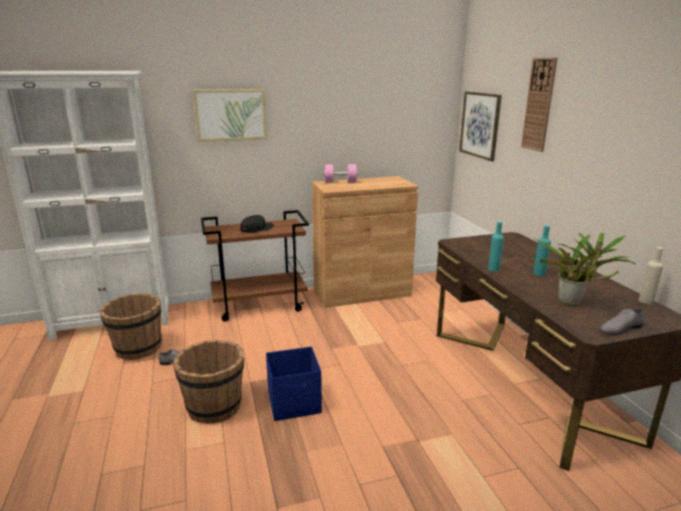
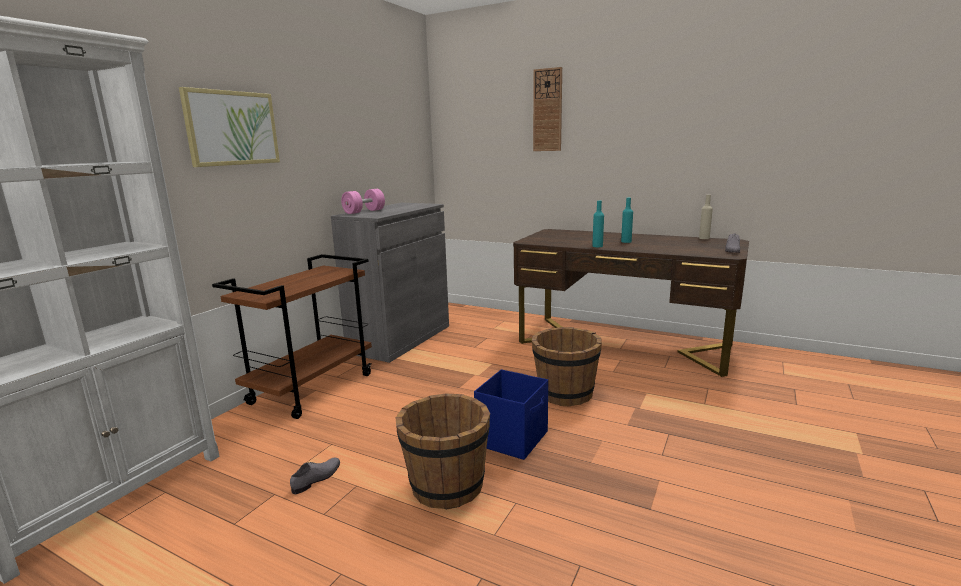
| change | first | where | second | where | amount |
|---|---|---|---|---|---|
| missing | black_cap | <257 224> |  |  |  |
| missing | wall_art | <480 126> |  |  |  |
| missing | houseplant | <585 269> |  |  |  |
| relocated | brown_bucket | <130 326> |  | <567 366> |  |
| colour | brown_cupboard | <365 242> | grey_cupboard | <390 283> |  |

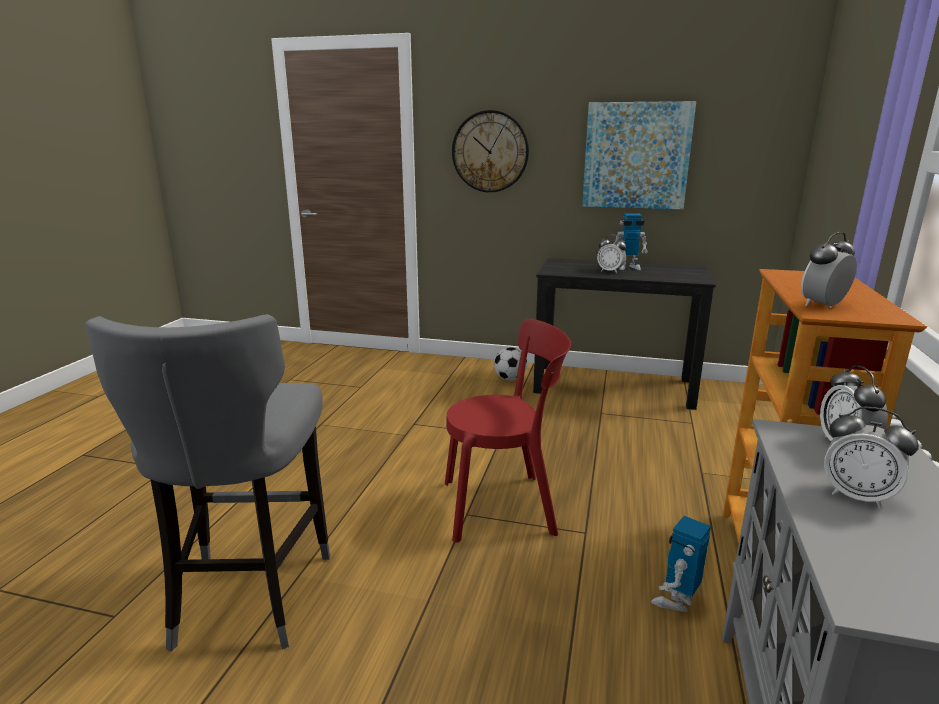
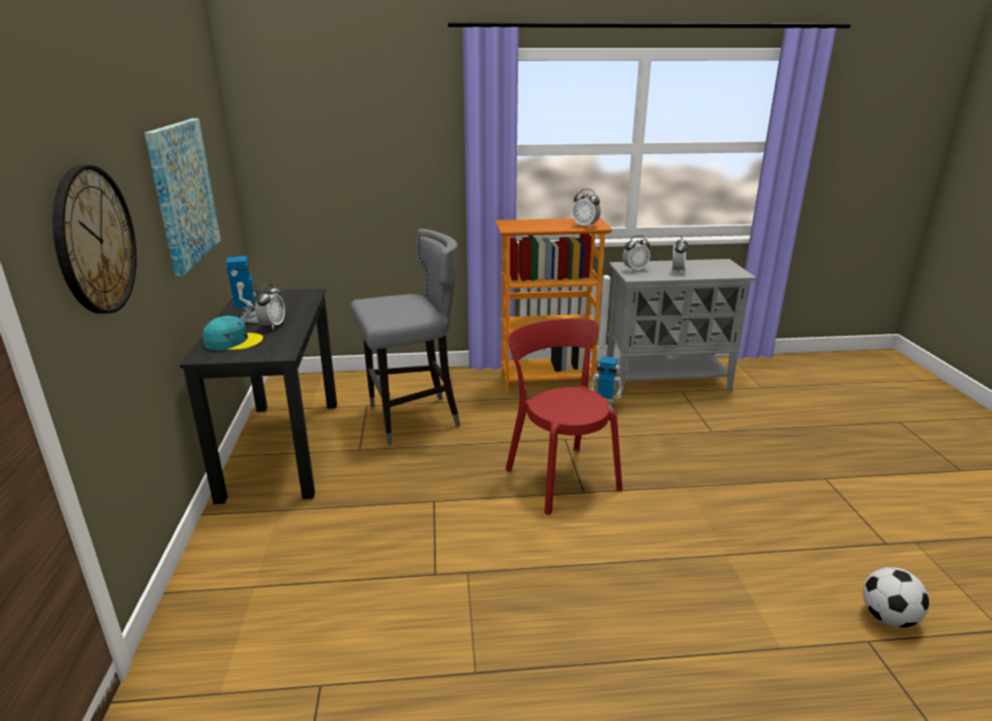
| change | first | where | second | where | amount |
|---|---|---|---|---|---|
| appeared |  |  | blue-green_cap | <233 333> |  |
| relocated | grey_sitting_stool | <208 482> |  | <405 337> |  |
| relocated | ball_for_football | <510 364> |  | <896 597> |  |

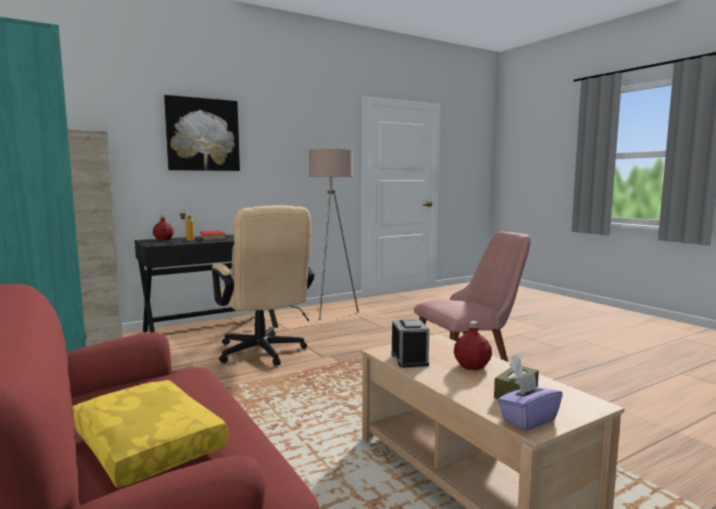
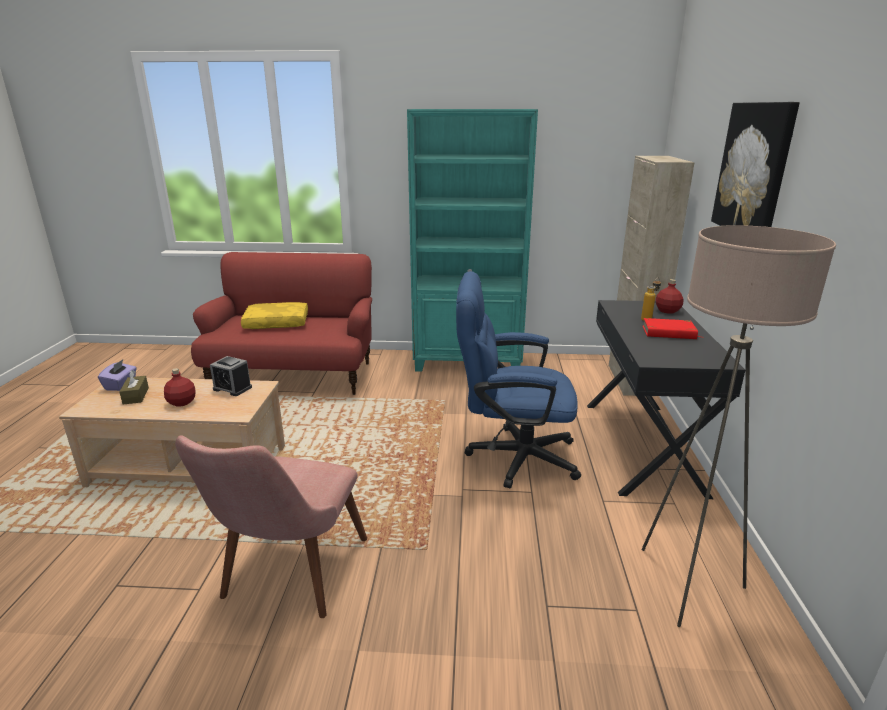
| change | first | where | second | where | amount |
|---|---|---|---|---|---|
| colour | sand-coloured_computer_chair | <263 285> | blue-coloured_computer_chair | <518 380> |  |

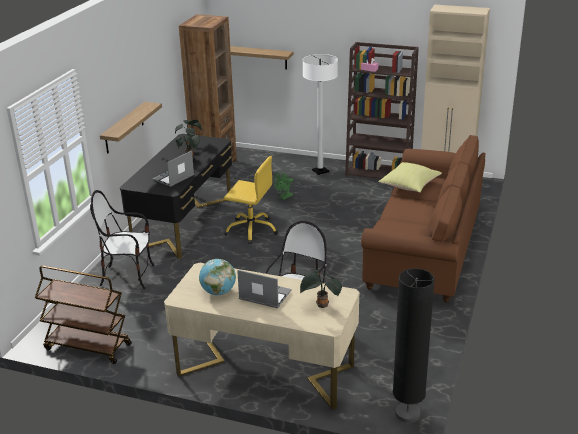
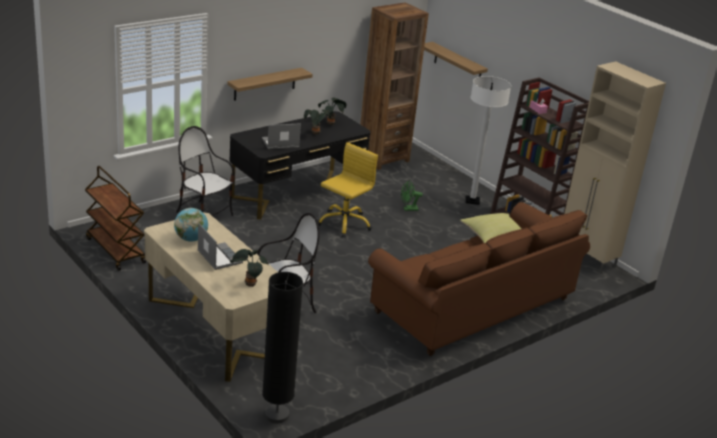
| change | first | where | second | where | amount |
|---|---|---|---|---|---|
| spun | yellow-coloured_computer_chair | <251 200> |  | <348 189> | 105 degrees counterclockwise |

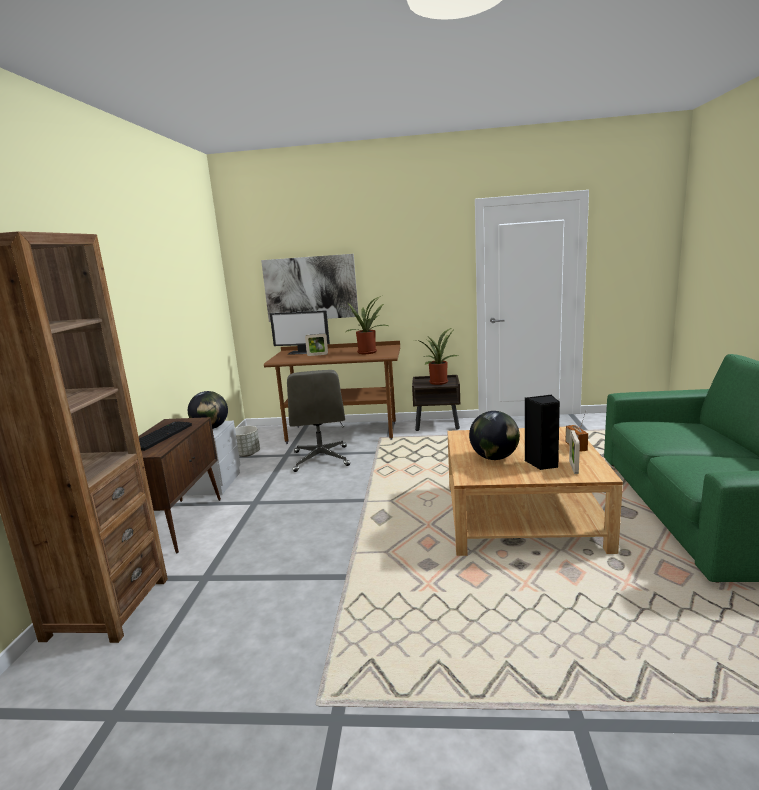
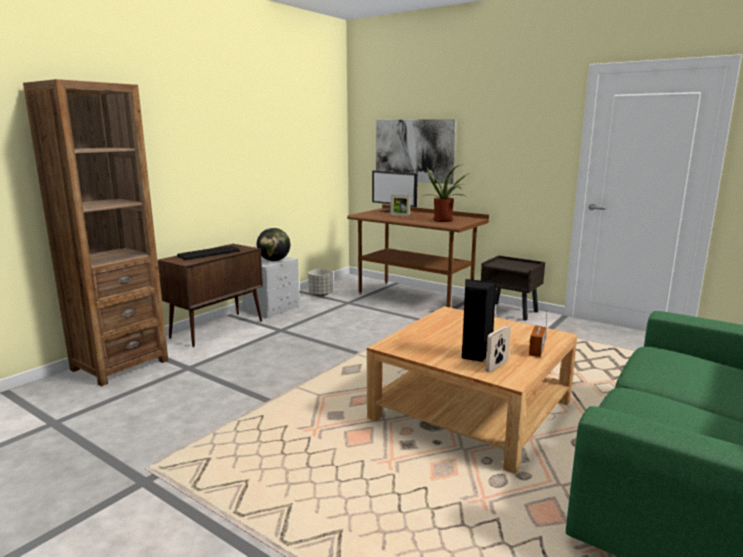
| change | first | where | second | where | amount |
|---|---|---|---|---|---|
| missing | grey_computer_chair | <318 421> |  |  |  |
| missing | houseplant | <437 356> |  |  |  |
| missing | world_globe | <494 435> |  |  |  |

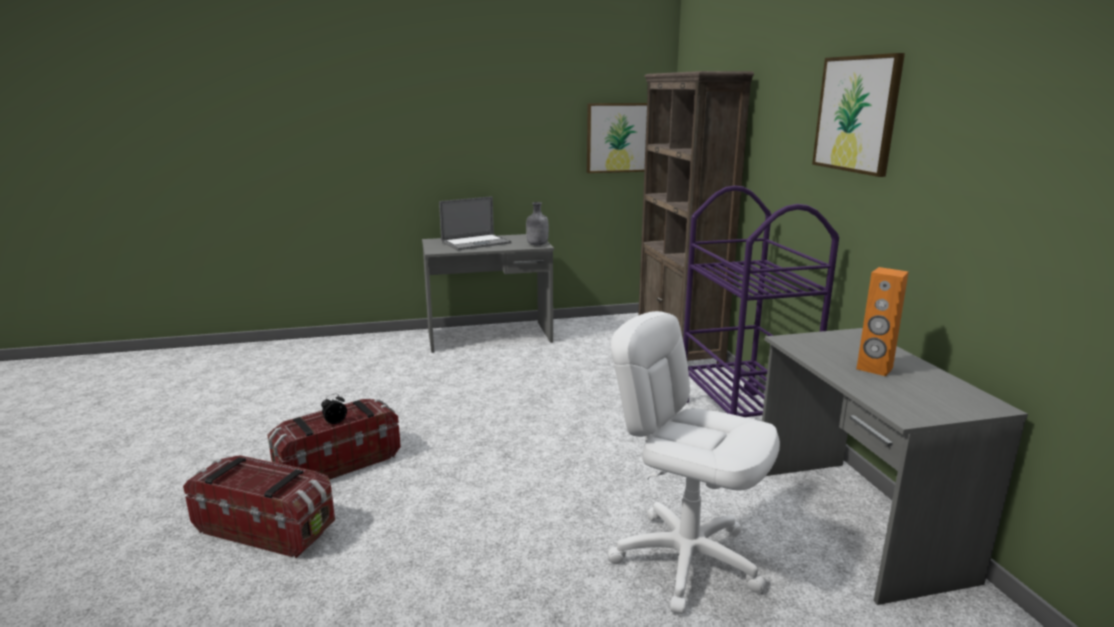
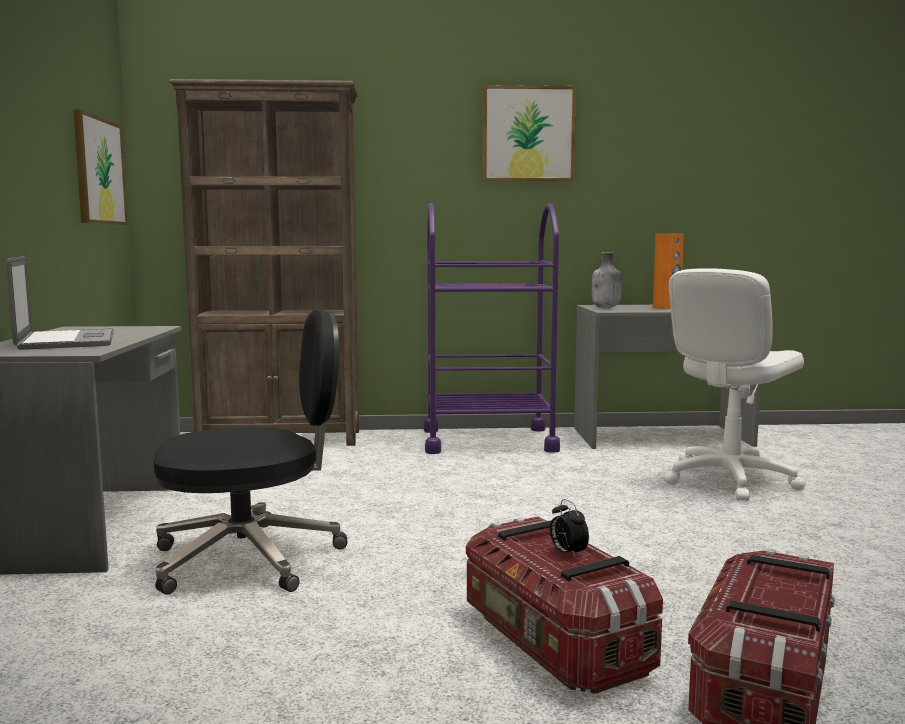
| change | first | where | second | where | amount |
|---|---|---|---|---|---|
| appeared |  |  | black_computer_chair | <250 452> |  |
| relocated | grey_drink_bottle | <537 223> |  | <607 280> |  |

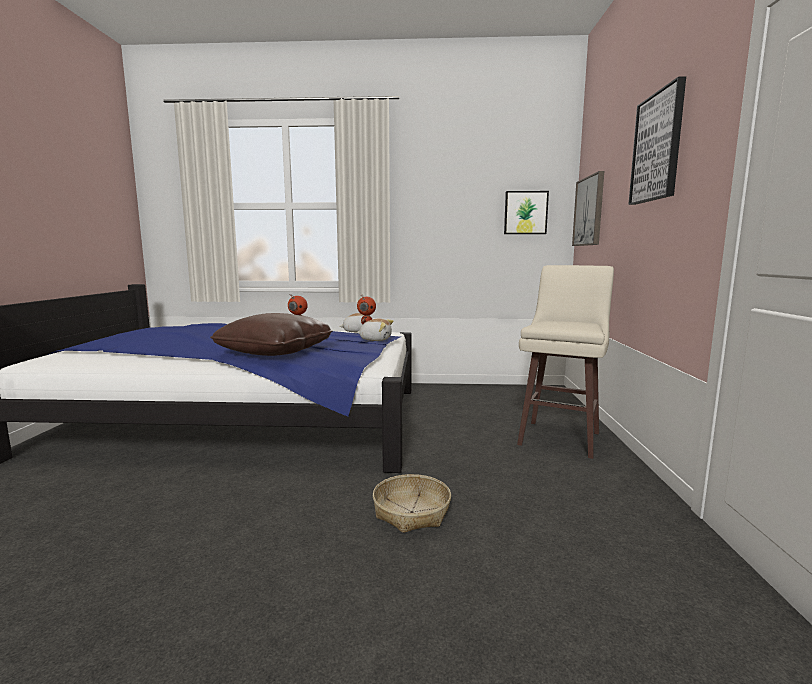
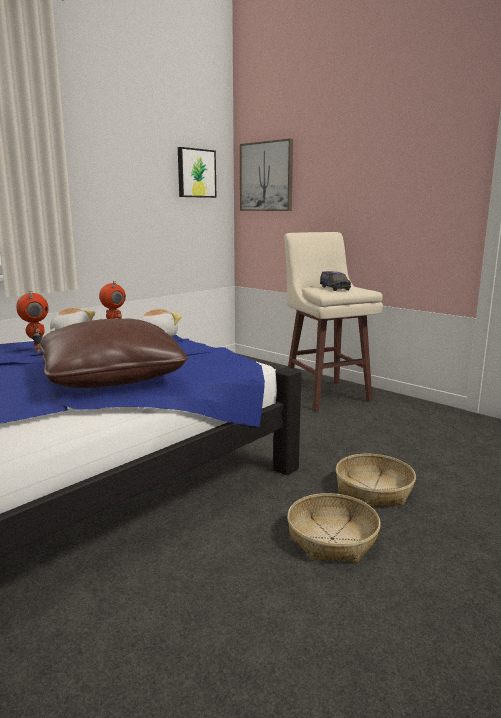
| change | first | where | second | where | amount |
|---|---|---|---|---|---|
| missing | wall_art | <657 140> |  |  |  |
| appeared |  |  | storage_basket | <334 528> |  |
| appeared |  |  | toy_lorry | <335 281> |  |

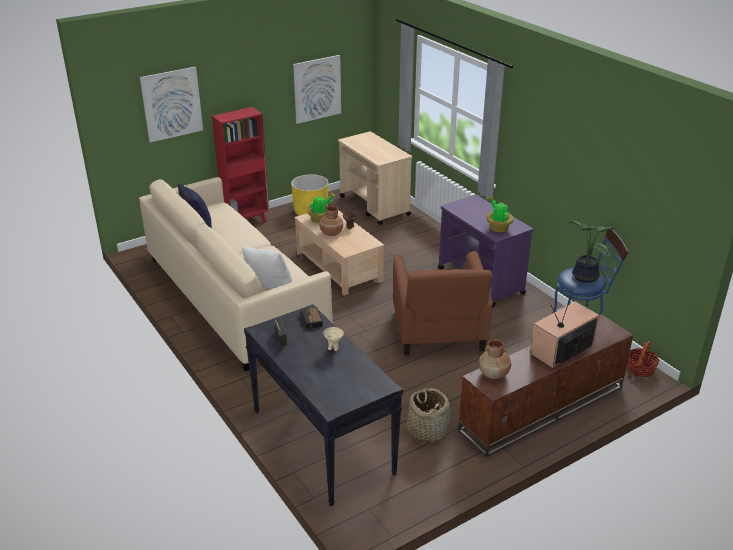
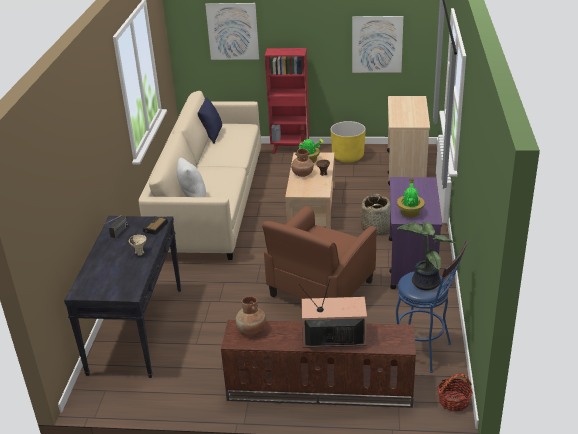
| change | first | where | second | where | amount |
|---|---|---|---|---|---|
| relocated | storage_basket | <428 416> |  | <375 214> |  |

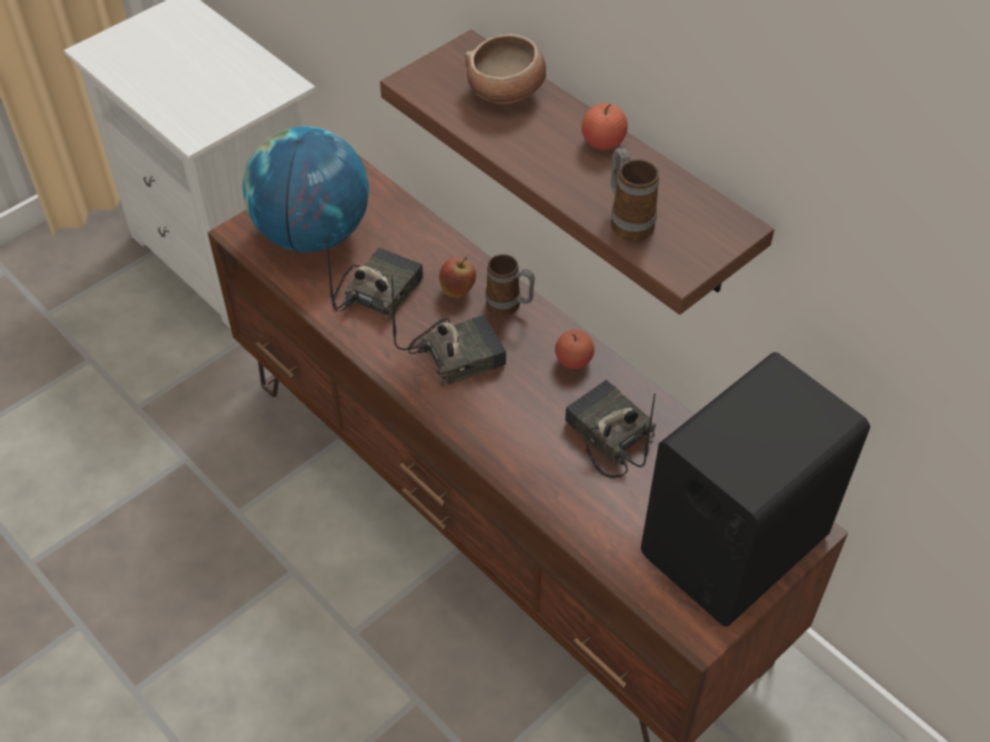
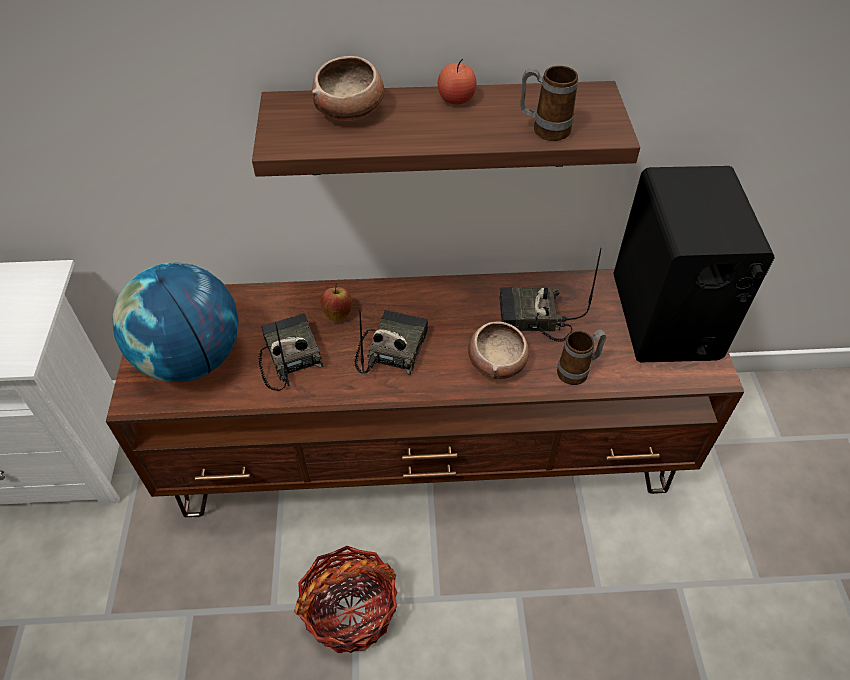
| change | first | where | second | where | amount |
|---|---|---|---|---|---|
| missing | apple | <574 349> |  |  |  |
| appeared |  |  | storage_basket | <345 599> |  |
| appeared |  |  | serving_bowl | <498 350> |  |
| relocated | mug | <510 285> |  | <581 357> |  |

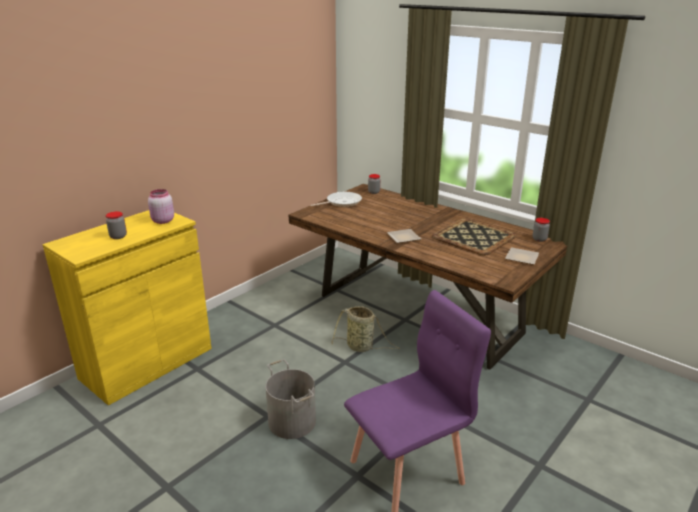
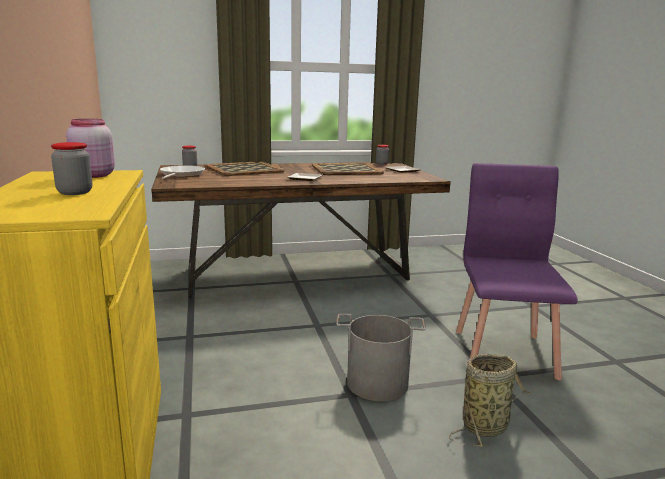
| change | first | where | second | where | amount |
|---|---|---|---|---|---|
| appeared |  |  | carrying_tray | <245 169> |  |
| relocated | storage_basket | <366 329> |  | <490 400> |  |

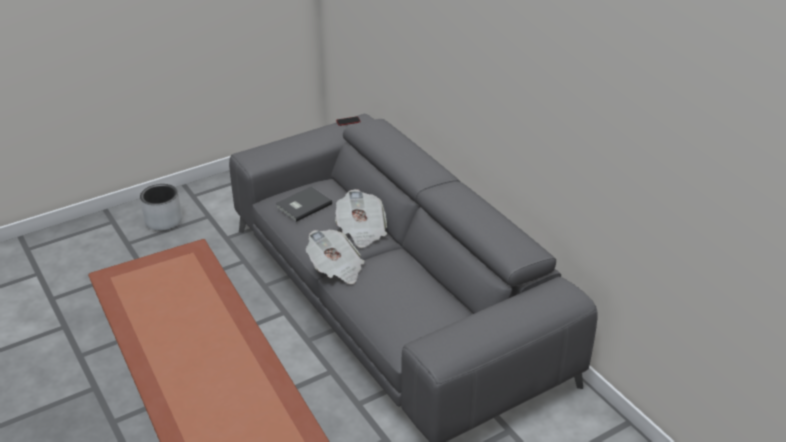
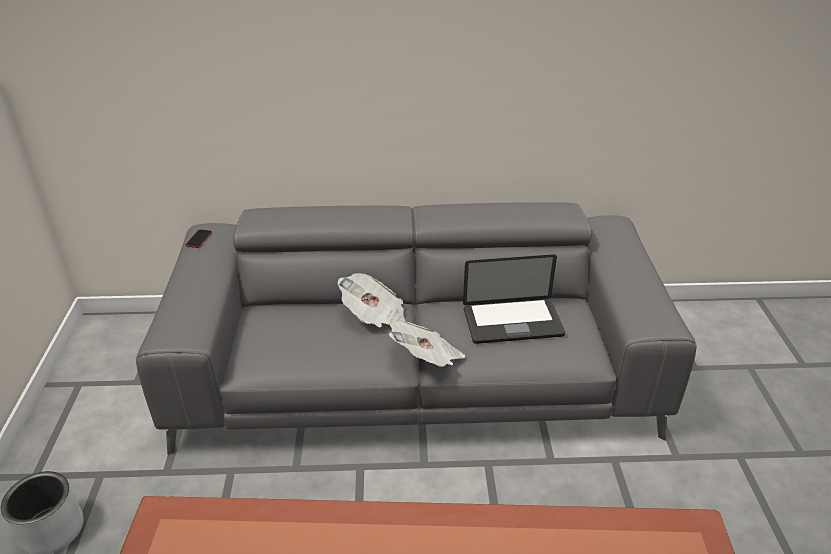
| change | first | where | second | where | amount |
|---|---|---|---|---|---|
| missing | grey_bound_book | <304 204> |  |  |  |
| appeared |  |  | laptop | <514 299> |  |

